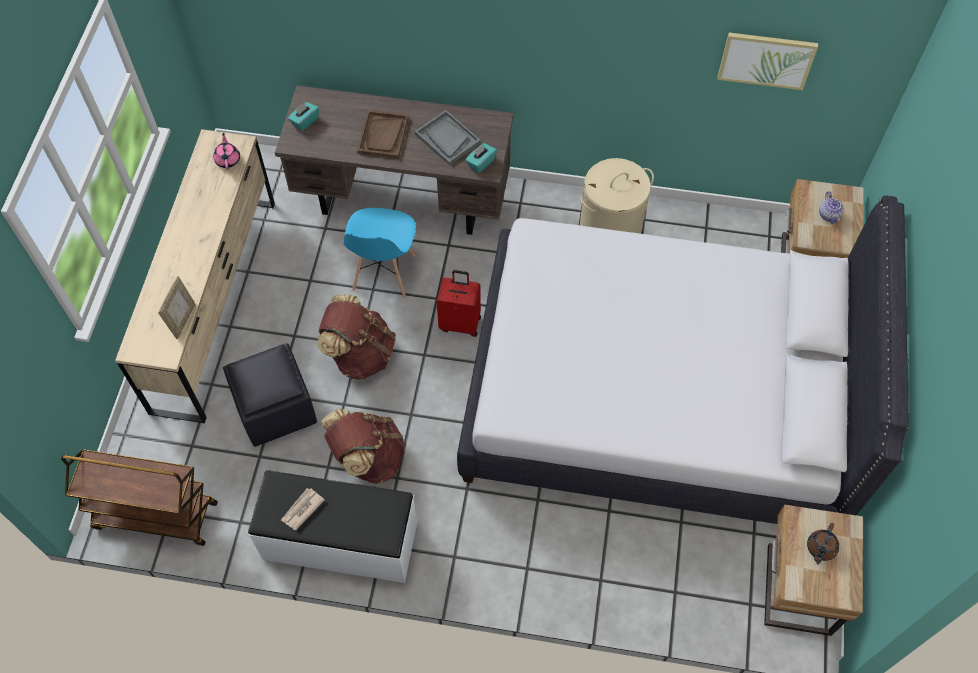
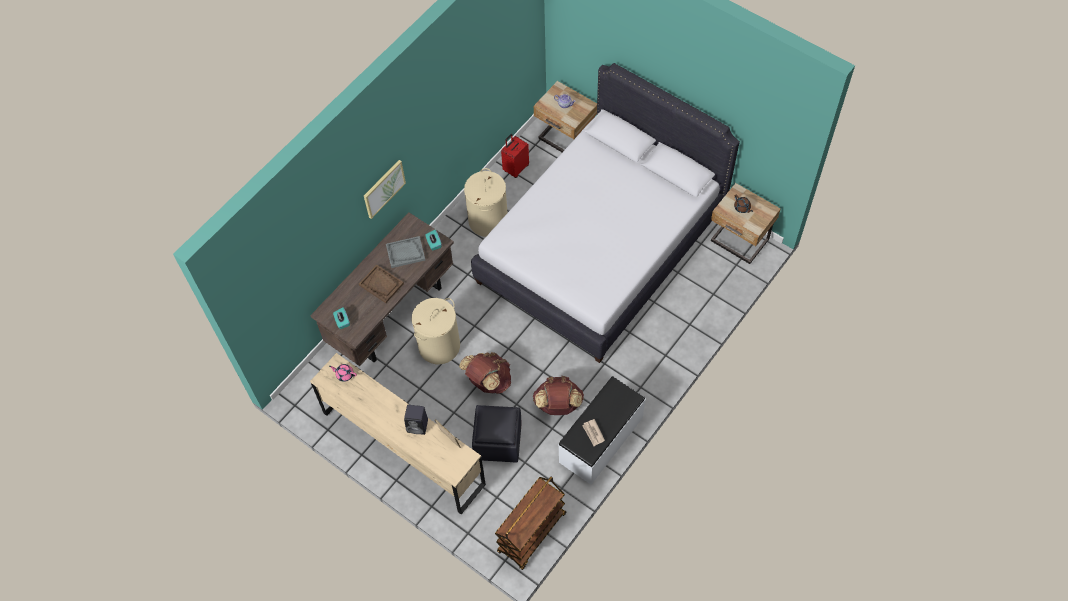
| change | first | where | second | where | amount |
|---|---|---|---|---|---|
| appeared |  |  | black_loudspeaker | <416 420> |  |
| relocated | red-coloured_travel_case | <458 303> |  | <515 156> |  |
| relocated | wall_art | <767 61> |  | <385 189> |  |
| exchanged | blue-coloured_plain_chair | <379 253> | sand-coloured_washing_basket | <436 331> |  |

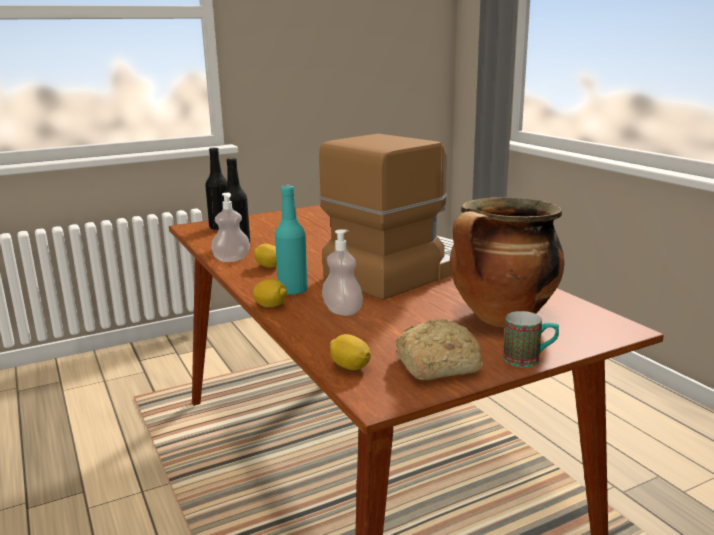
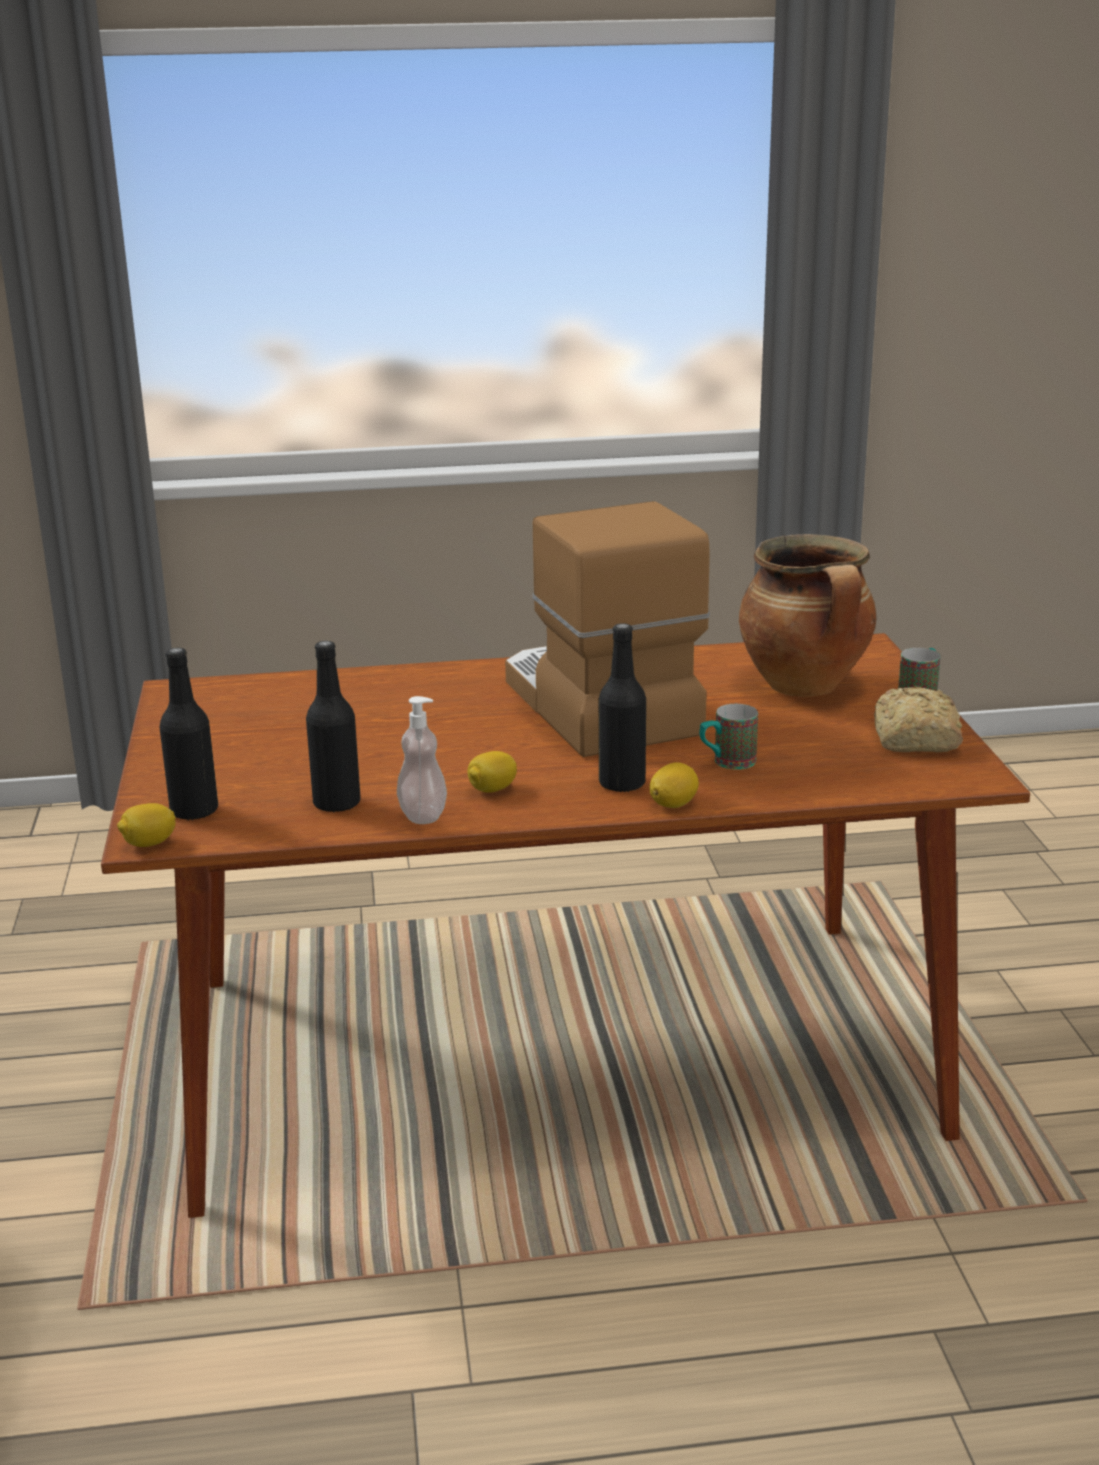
| change | first | where | second | where | amount |
|---|---|---|---|---|---|
| relocated | citrus_fruit | <350 352> |  | <146 825> |  |
| exchanged | liquid_soap_bottle | <342 272> | mug | <728 737> |  |
| colour | blue-green_drink_bottle | <291 240> | black_drink_bottle | <622 708> |  |

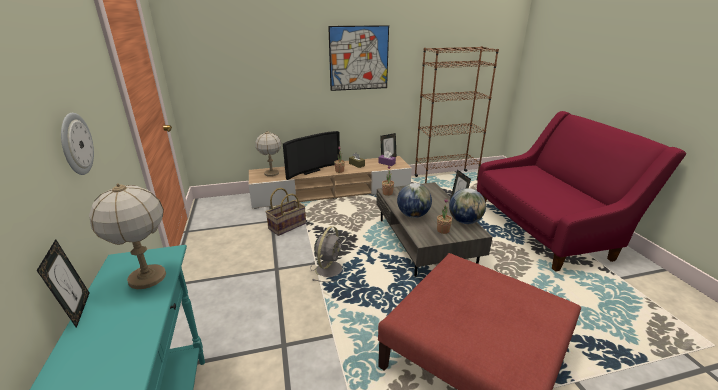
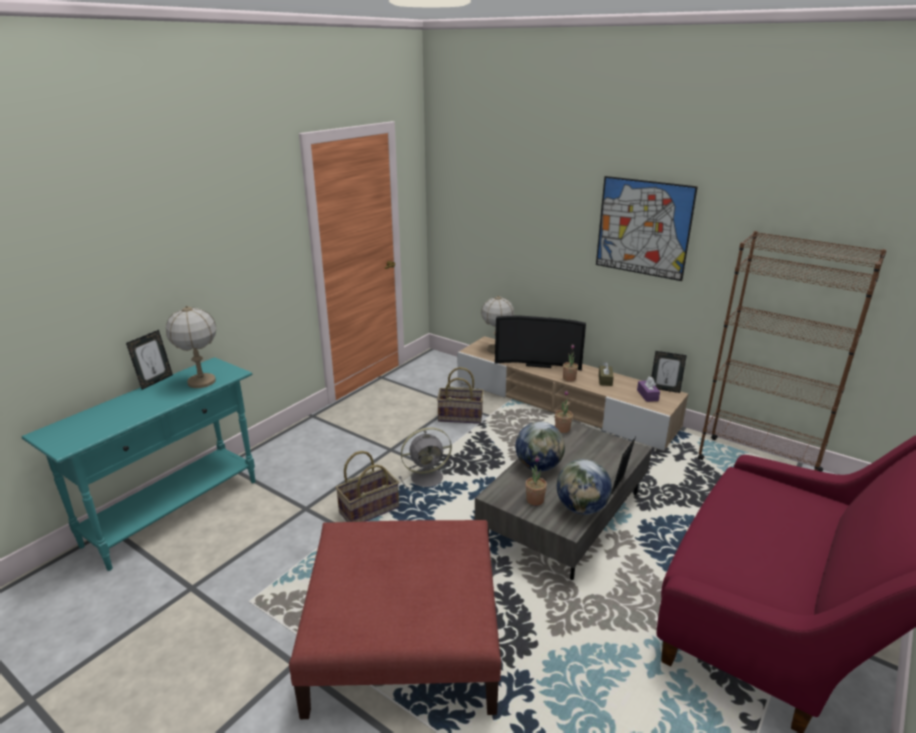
| change | first | where | second | where | amount |
|---|---|---|---|---|---|
| missing | clock_on_the_wall | <77 144> |  |  |  |
| appeared |  |  | storage_basket | <367 486> |  |

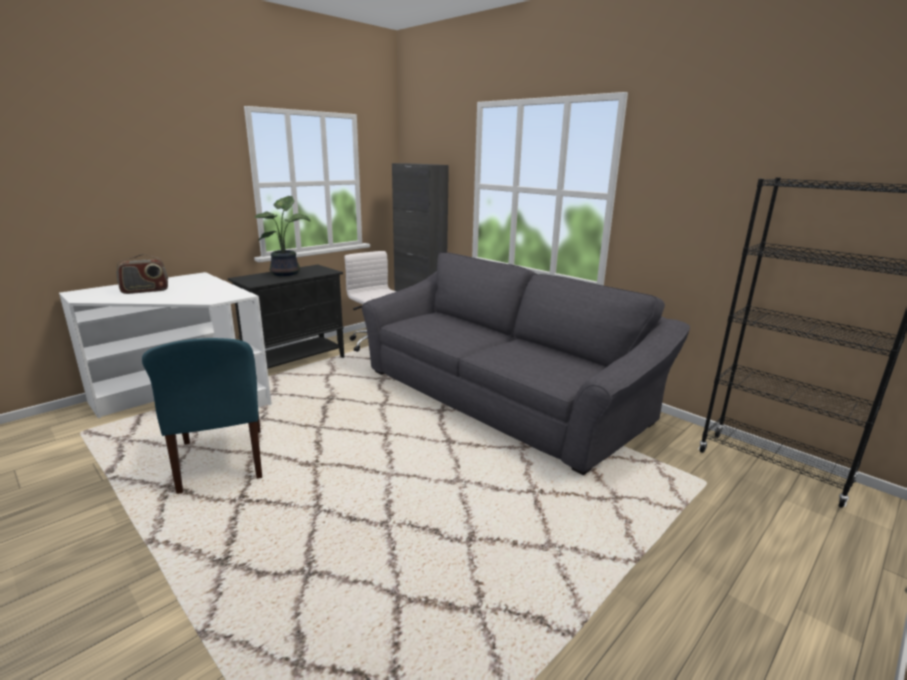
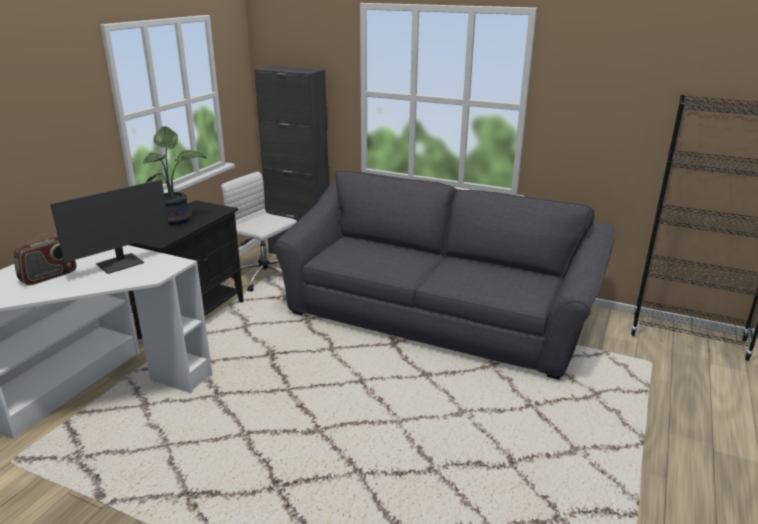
| change | first | where | second | where | amount |
|---|---|---|---|---|---|
| missing | blue-coloured_plain_chair | <202 416> |  |  |  |
| appeared |  |  | computer_screen | <110 227> |  |

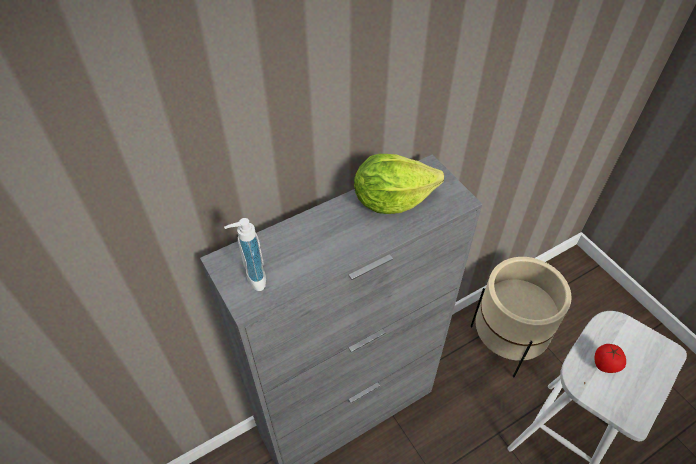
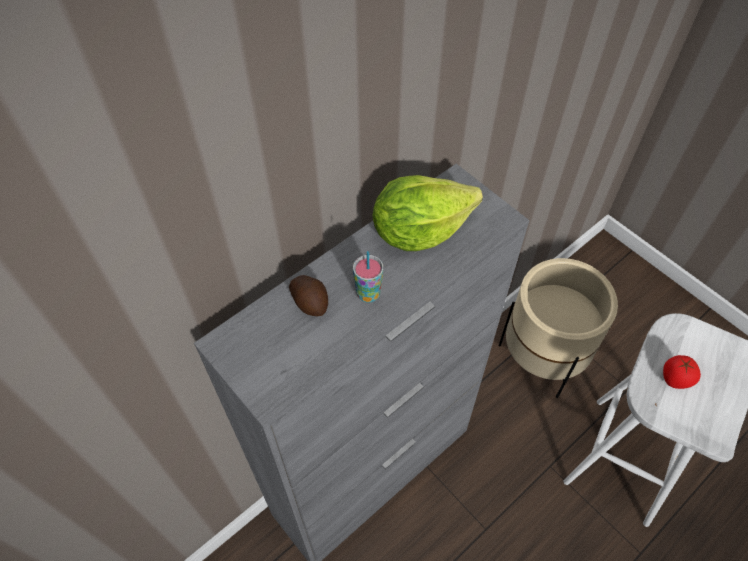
| change | first | where | second | where | amount |
|---|---|---|---|---|---|
| missing | liquid_soap_bottle | <245 254> |  |  |  |
| appeared |  |  | whole_potato | <308 295> |  |
| appeared |  |  | cup | <368 277> |  |

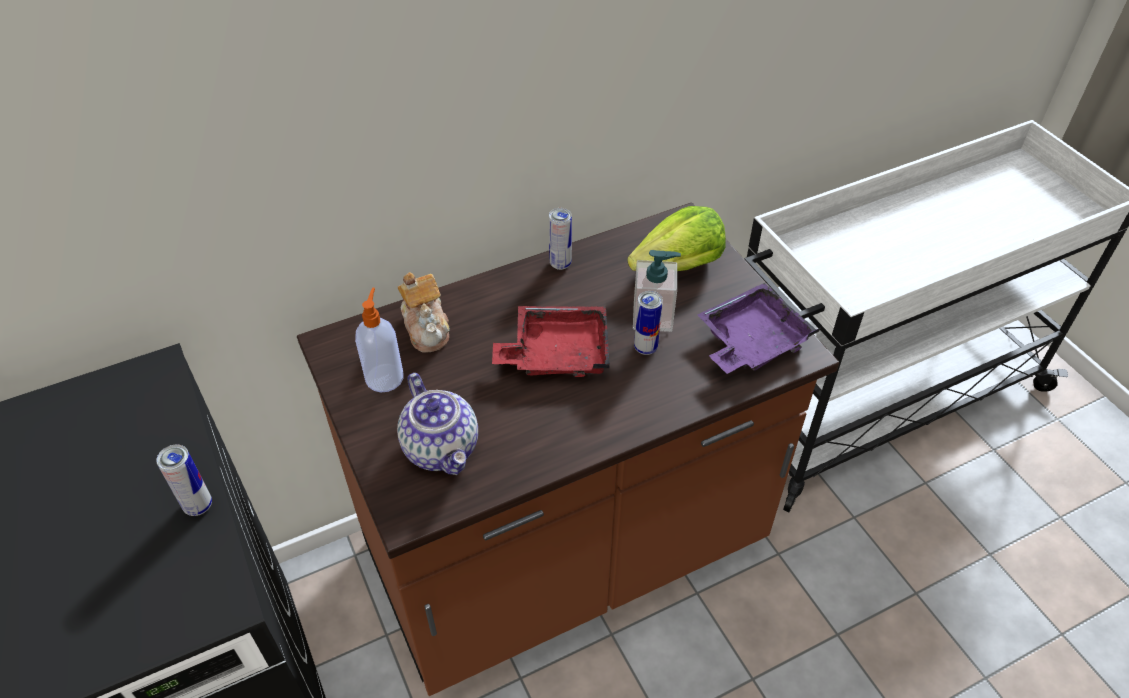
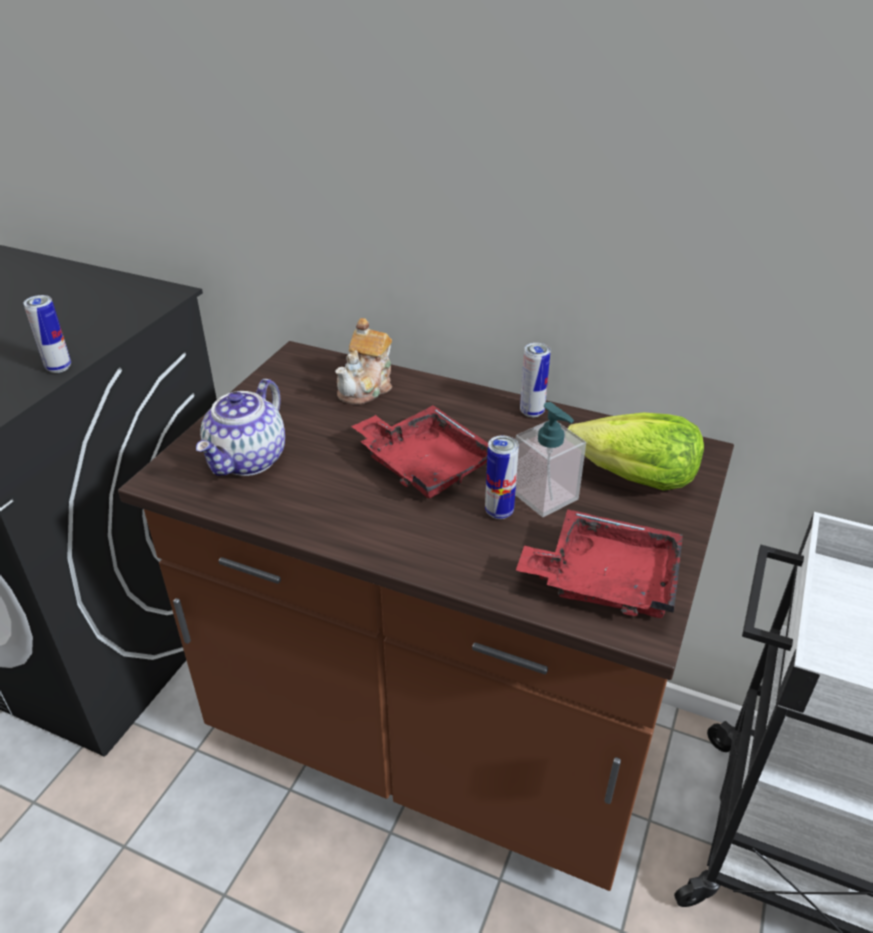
| change | first | where | second | where | amount |
|---|---|---|---|---|---|
| missing | liquid_soap_bottle | <379 340> |  |  |  |
| colour | purple_carrying_tray | <758 328> | red-coloured_carrying_tray | <599 563> |  |

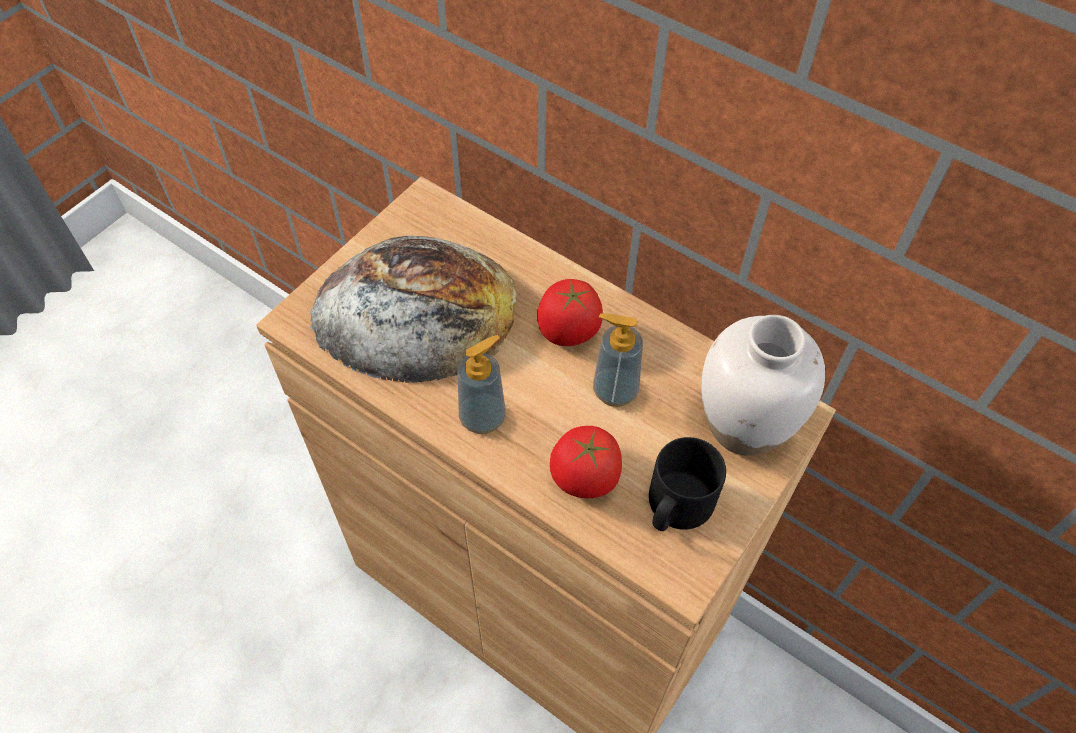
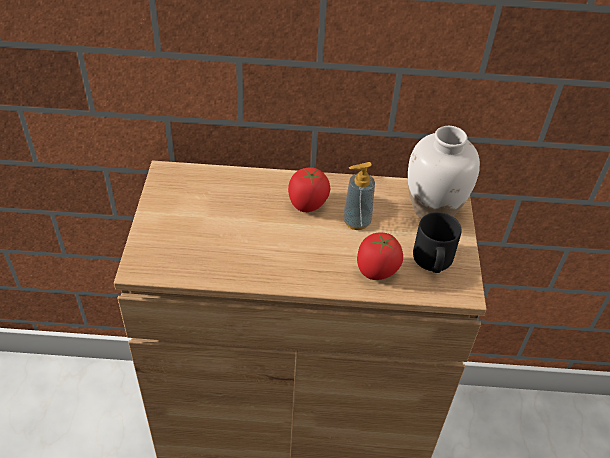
| change | first | where | second | where | amount |
|---|---|---|---|---|---|
| missing | bread | <413 309> |  |  |  |
| missing | liquid_soap_bottle | <482 384> |  |  |  |

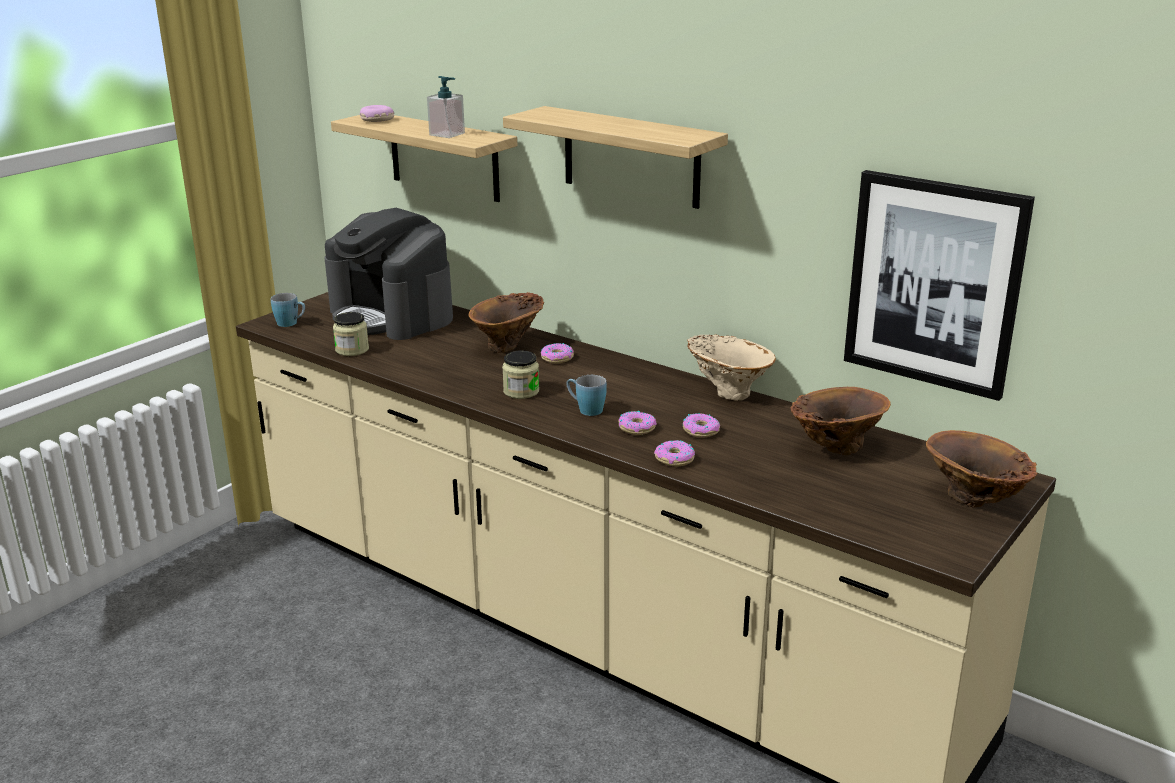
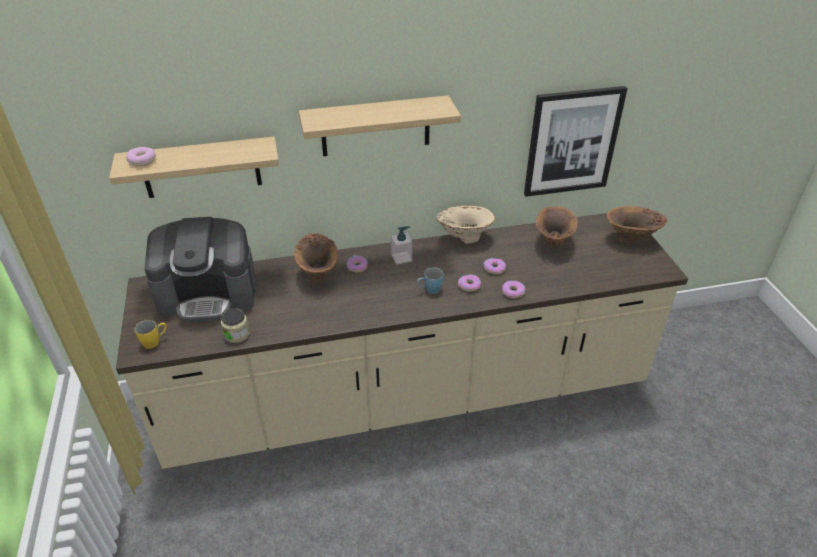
| change | first | where | second | where | amount |
|---|---|---|---|---|---|
| missing | preserve_jar | <520 374> |  |  |  |
| relocated | liquid_soap_bottle | <446 107> |  | <401 245> |  |
| colour | blue-coloured_mug | <288 310> | yellow-coloured_mug | <150 334> |  |

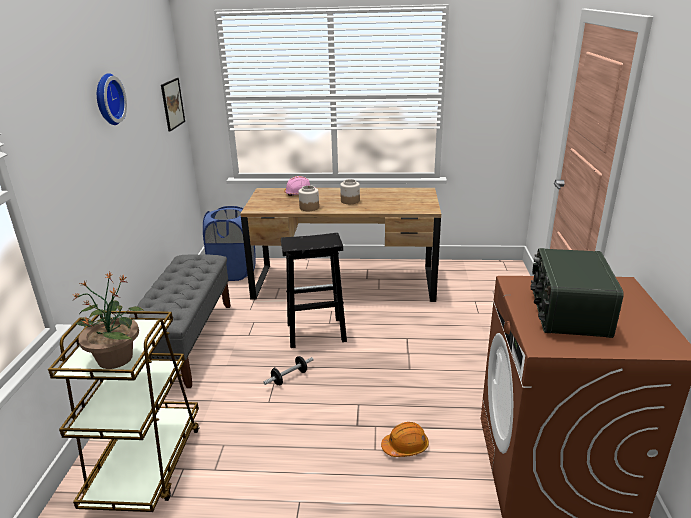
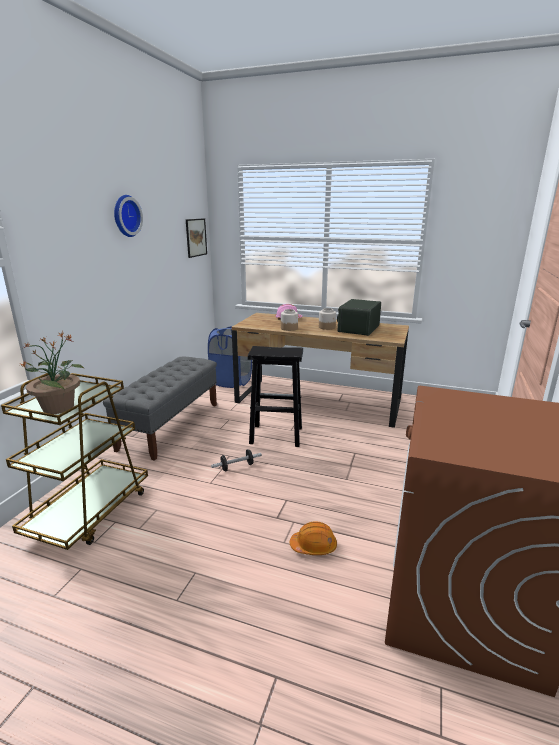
| change | first | where | second | where | amount |
|---|---|---|---|---|---|
| relocated | radio | <577 293> |  | <359 317> |  |

